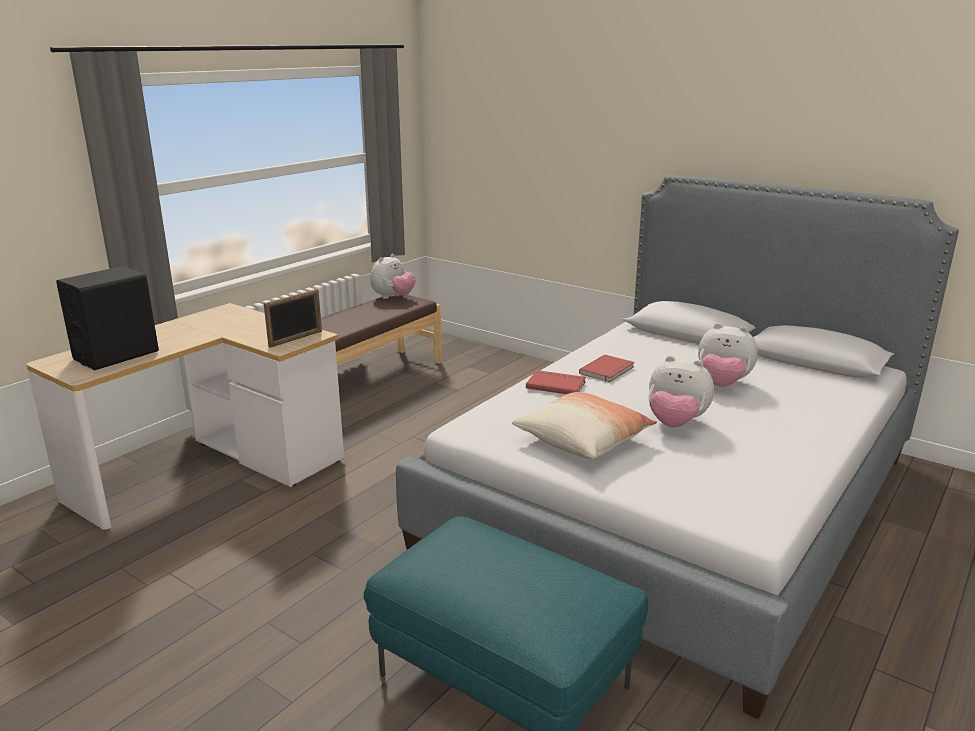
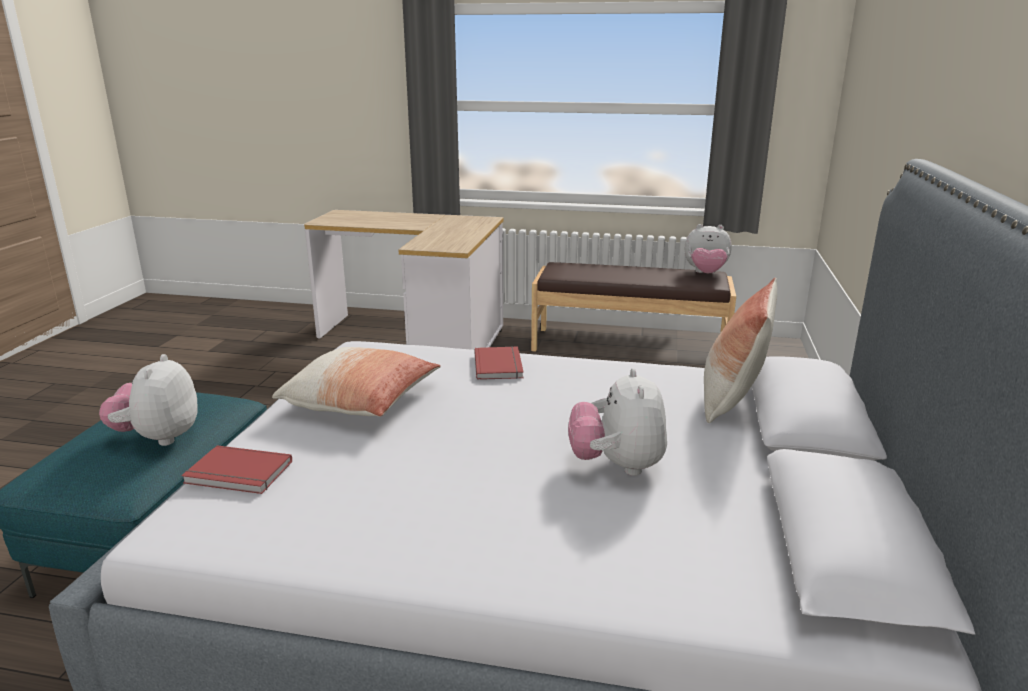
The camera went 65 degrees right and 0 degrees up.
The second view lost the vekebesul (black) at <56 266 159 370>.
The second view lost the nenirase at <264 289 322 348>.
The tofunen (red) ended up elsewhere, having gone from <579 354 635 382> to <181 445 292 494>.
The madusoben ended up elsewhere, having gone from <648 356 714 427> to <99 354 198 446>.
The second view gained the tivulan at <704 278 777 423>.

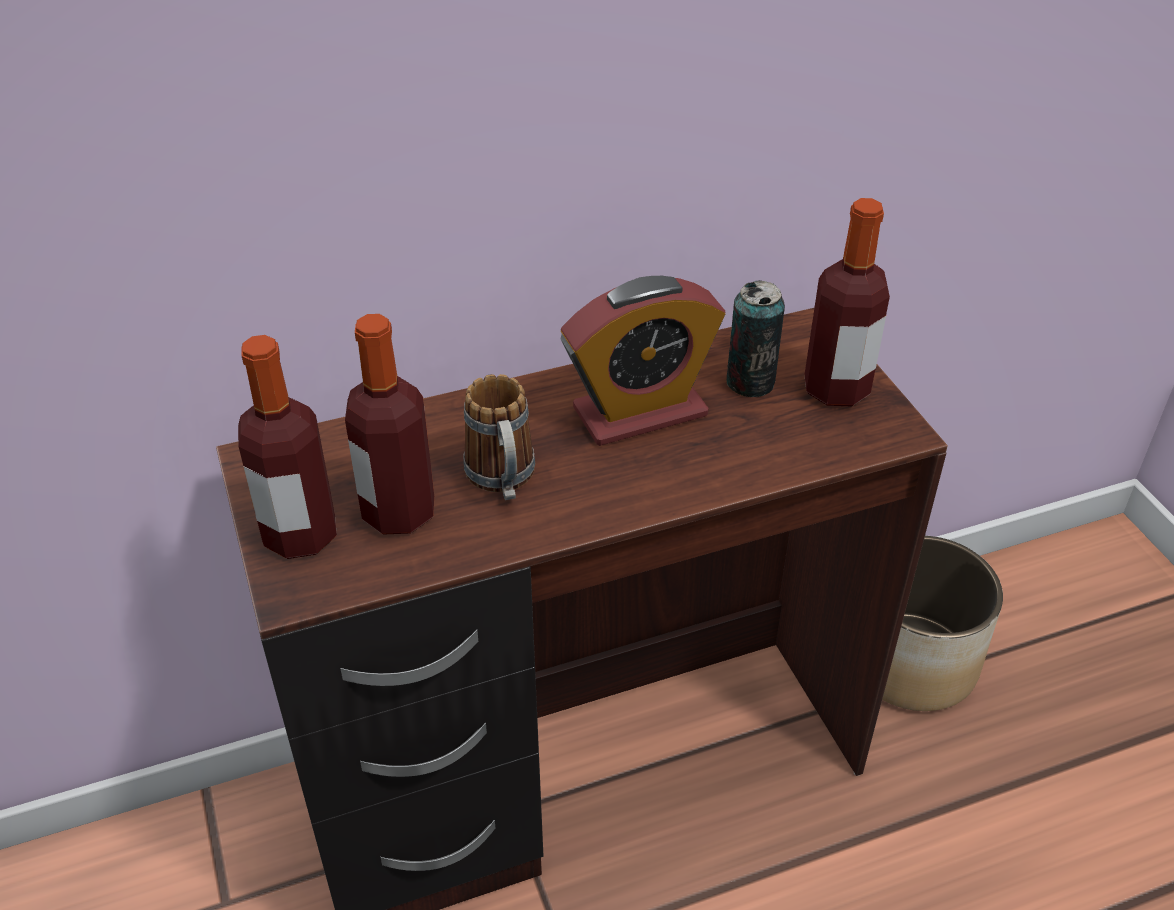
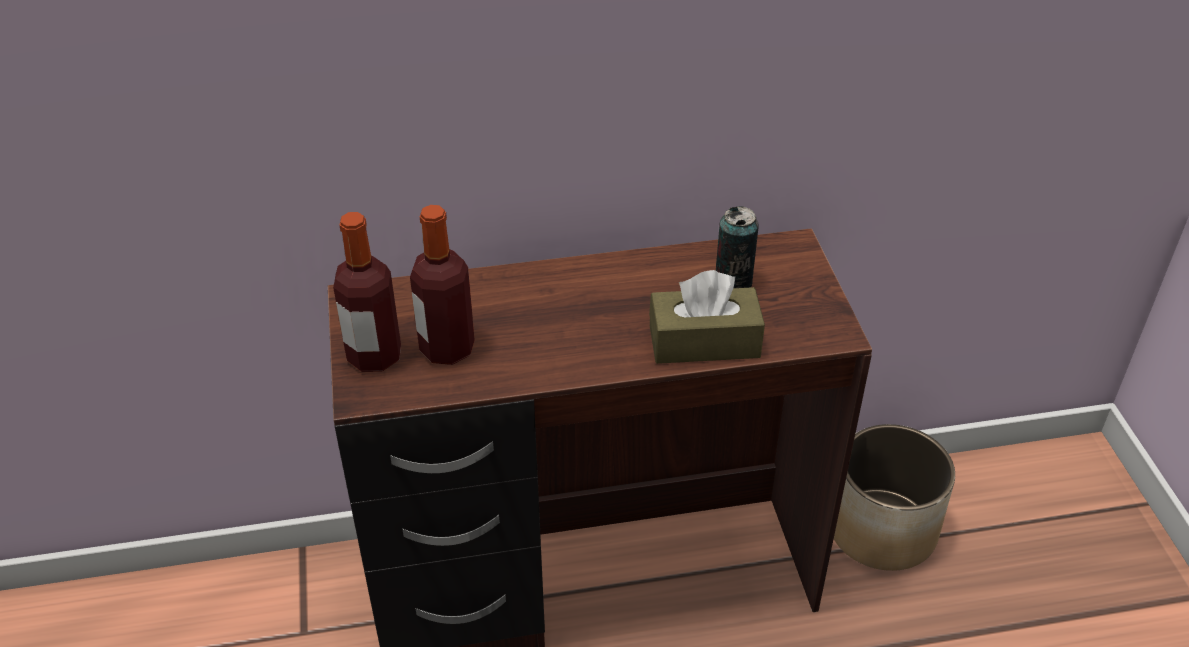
The camera went 10 degrees right and 0 degrees up.
The second view lost the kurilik at <805 198 890 406>.
The second view lost the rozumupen at <560 276 726 446>.
The second view lost the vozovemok at <463 374 535 500>.
The second view gained the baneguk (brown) at <649 270 765 364>.

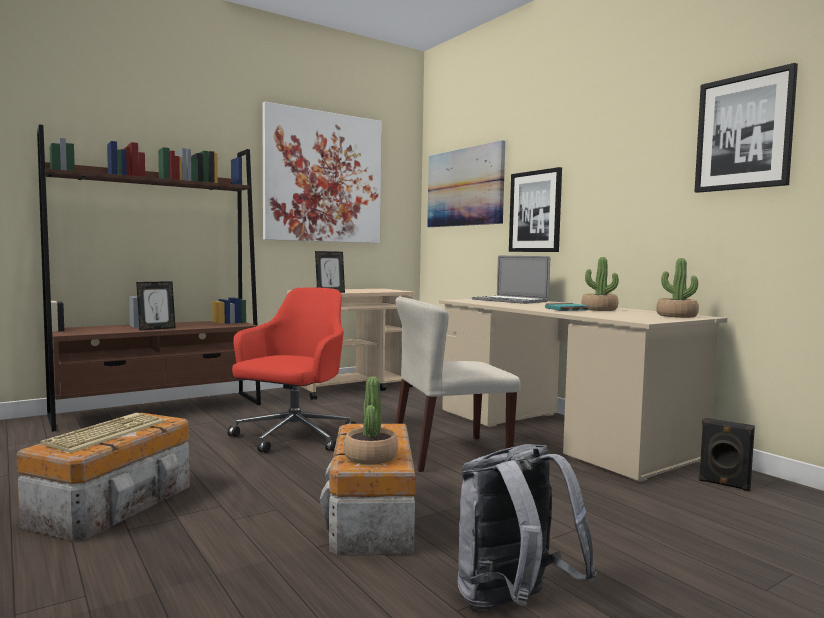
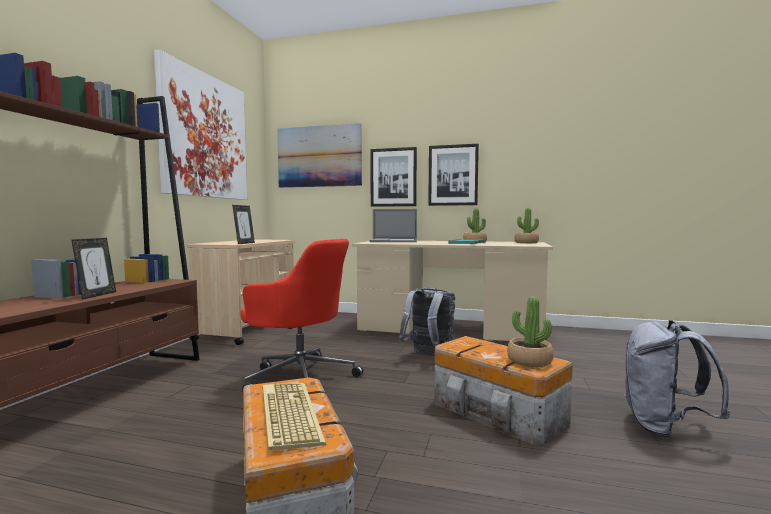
The camera went 40 degrees left and 0 degrees up.
The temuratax ended up elsewhere, having gone from <695 63 798 193> to <428 144 479 206>.
The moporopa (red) at <227 287 356 453> ended up facing another way, 135 degrees clockwise from before.
Where the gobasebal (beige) stood at <396 297 521 472>, the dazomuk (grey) came to stand at <399 286 455 356>.
The second view lost the vekebesul (black) at <699 418 755 491>.

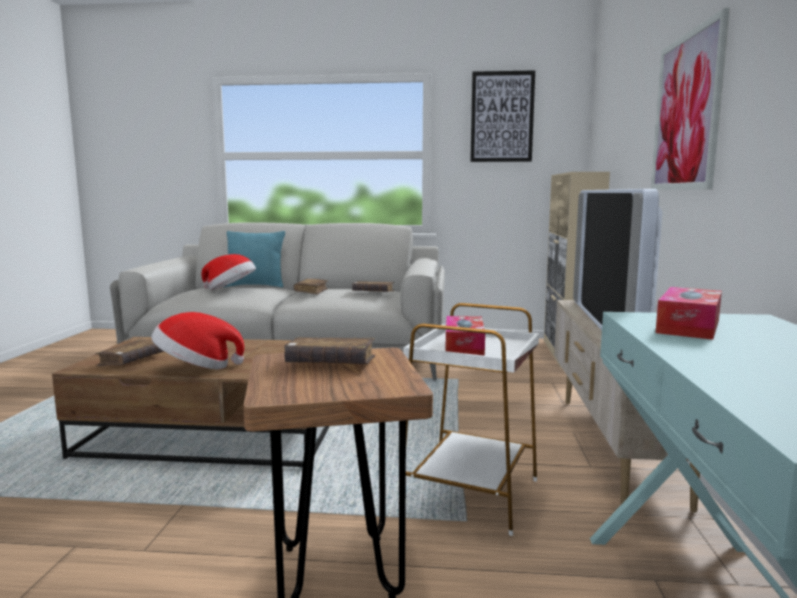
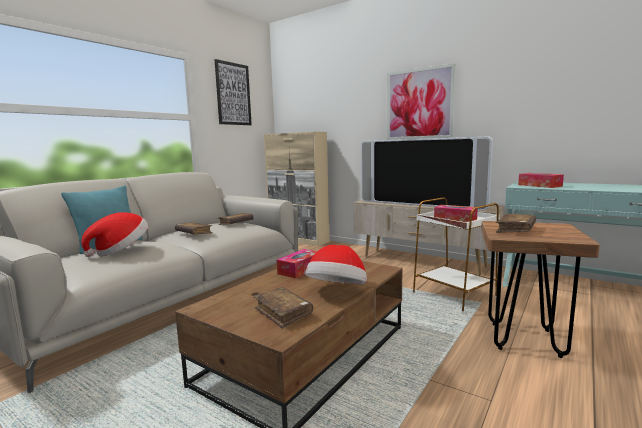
The camera went 60 degrees left and 0 degrees up.
The second view gained the baneguk at <277 249 317 279>.

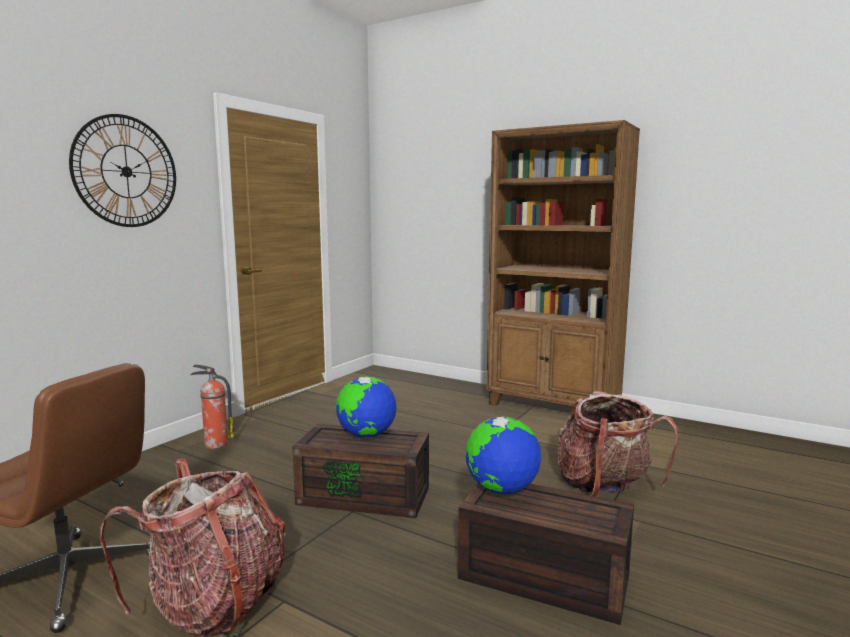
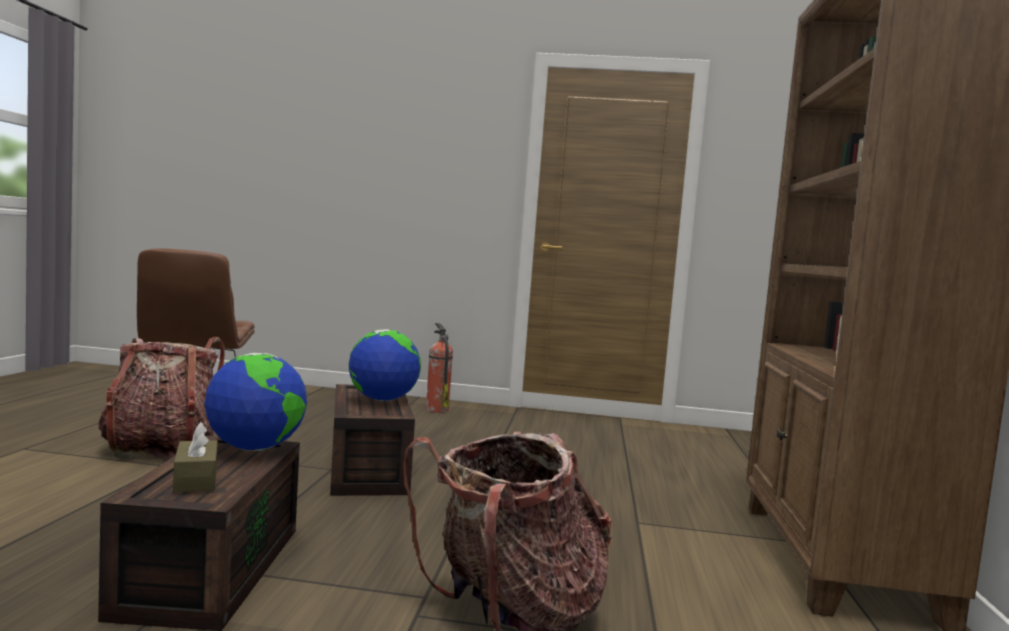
The camera went 65 degrees right and 5 degrees down.
The second view lost the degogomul at <69 114 176 227>.
The second view gained the baneguk (brown) at <173 422 218 493>.

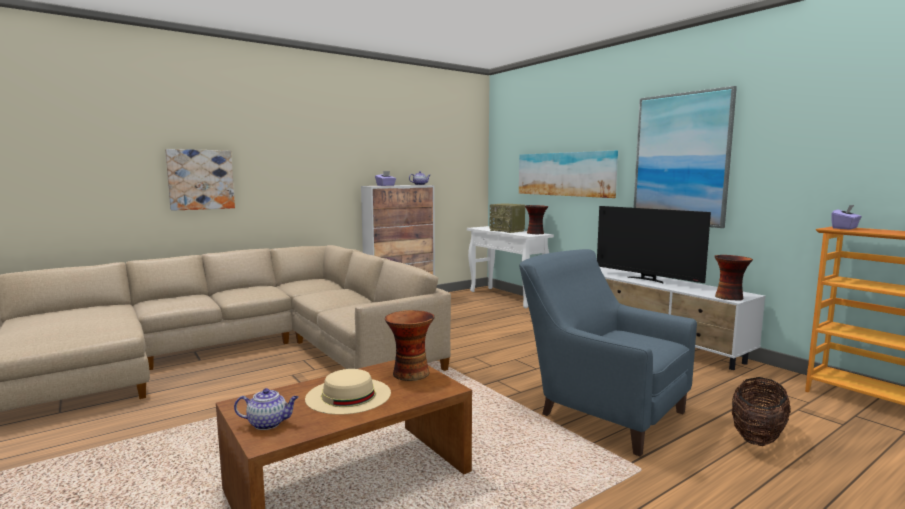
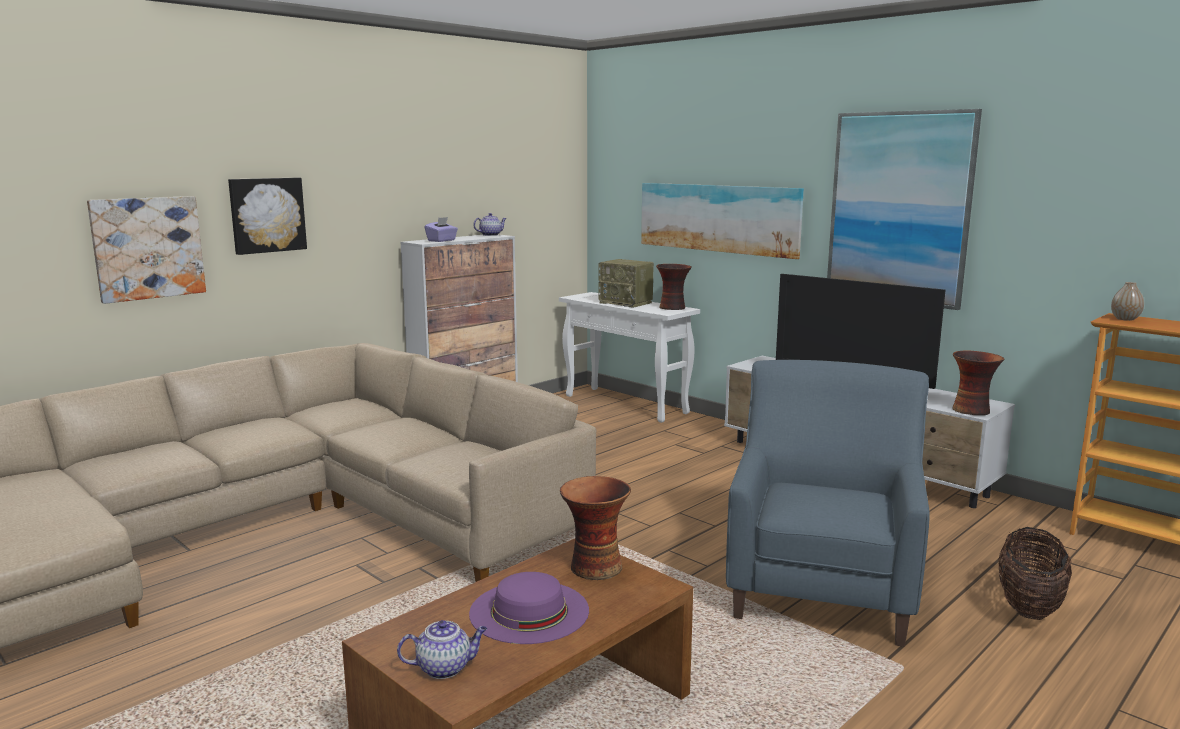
The camera went 10 degrees left and 5 degrees up.
Where the baneguk (purple) stood at <831 205 862 230>, the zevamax came to stand at <1111 282 1144 321>.
The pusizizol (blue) at <520 249 697 457> ended up facing another way, 75 degrees clockwise from before.
What was the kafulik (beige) at <305 369 391 415> turned into the kafulik (purple) at <469 572 589 644>.
The second view gained the temuratax at <228 178 307 255>.

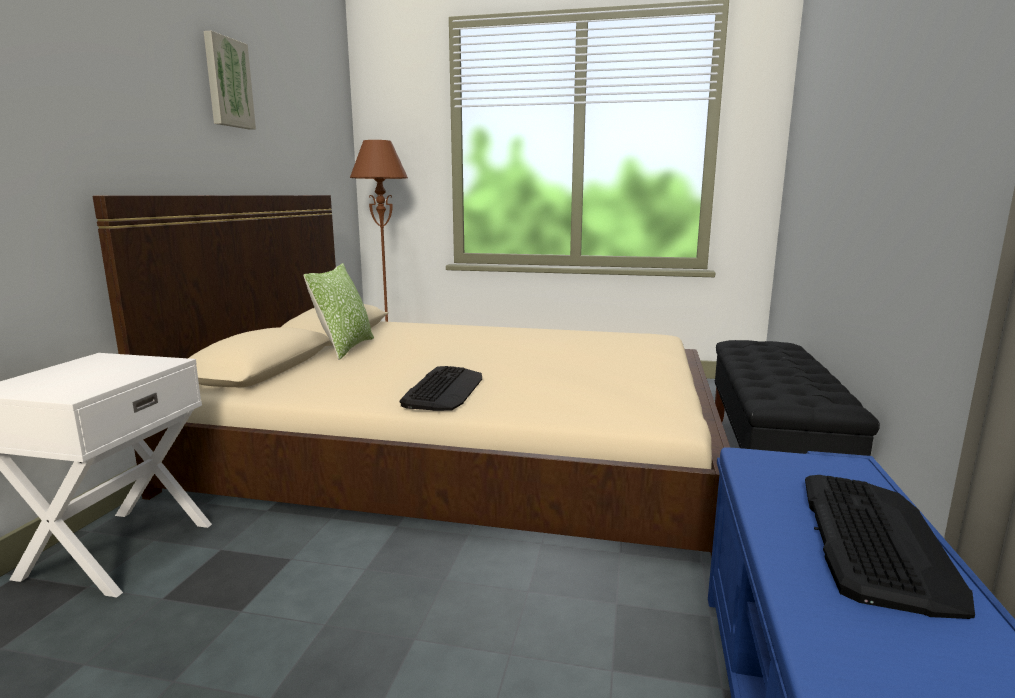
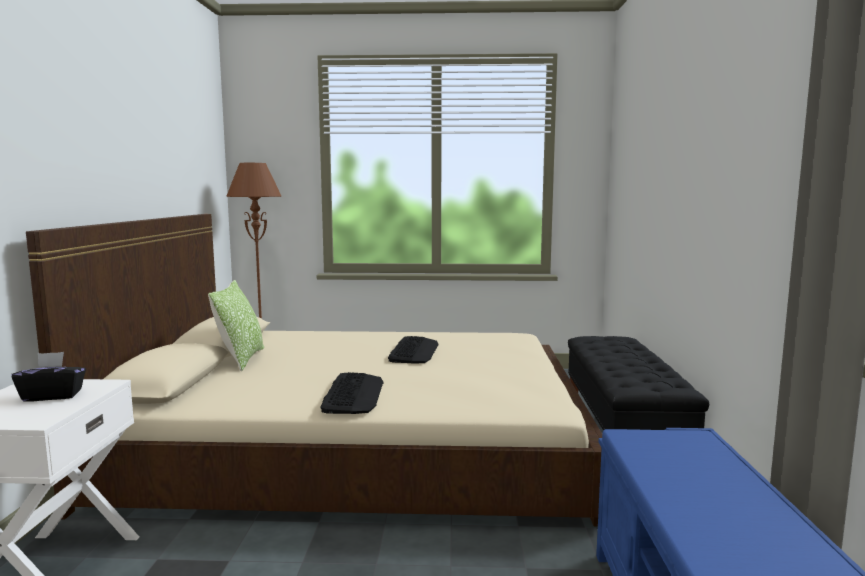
The camera went 10 degrees left and 5 degrees down.
The second view lost the temuratax at <204 31 256 130>.
The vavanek ended up elsewhere, having gone from <805 475 975 619> to <388 336 439 364>.
The second view gained the baneguk (black) at <12 352 86 402>.

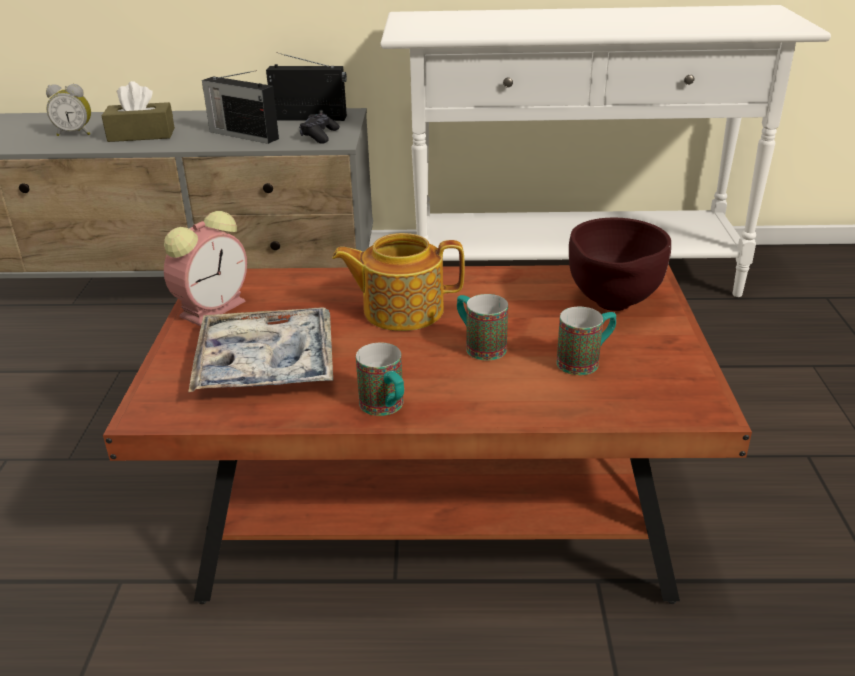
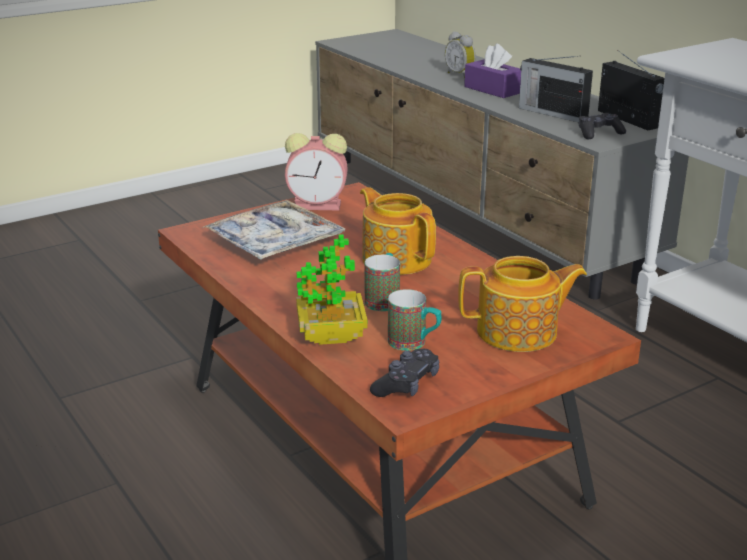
The camera went 55 degrees right and 5 degrees down.
The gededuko at <202 70 279 144> ended up facing another way, 45 degrees counterclockwise from before.
What was the baneguk (brown) at <102 81 175 142> turned into the baneguk (purple) at <464 43 521 98>.
Where the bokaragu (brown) stood at <569 217 671 311>, the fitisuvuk came to stand at <458 256 587 352>.
The second view lost the vozovemok at <356 343 404 416>.
The second view gained the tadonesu at <296 234 367 345>.
The second view gained the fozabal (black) at <370 349 439 397>.

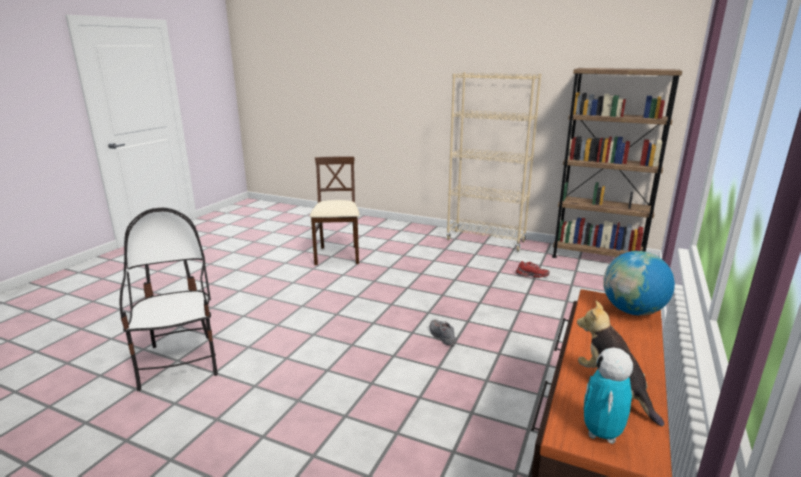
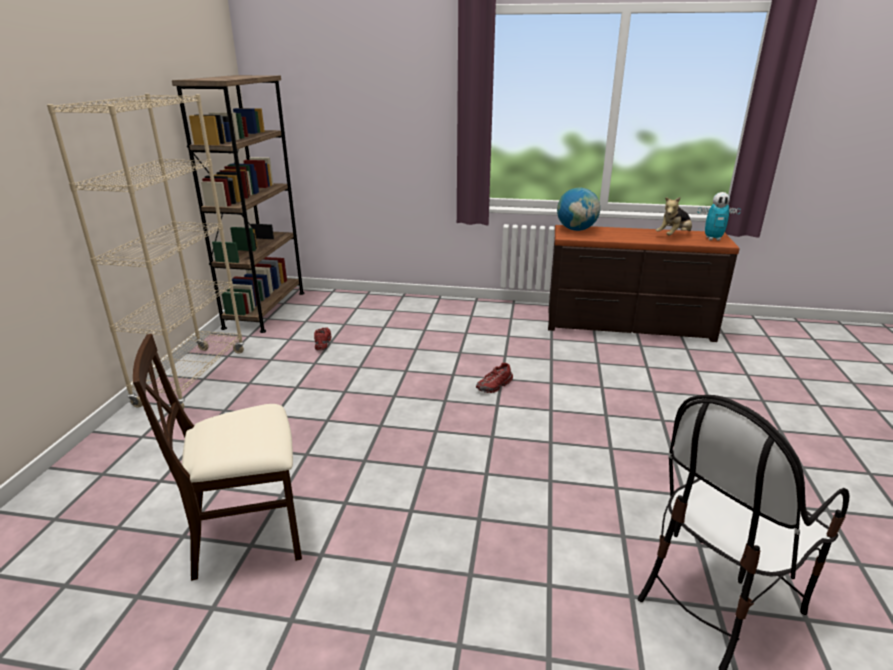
The camera went 105 degrees left and 5 degrees up.
What was the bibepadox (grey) at <430 320 456 345> turned into the bibepadox (red) at <476 363 513 393>.

